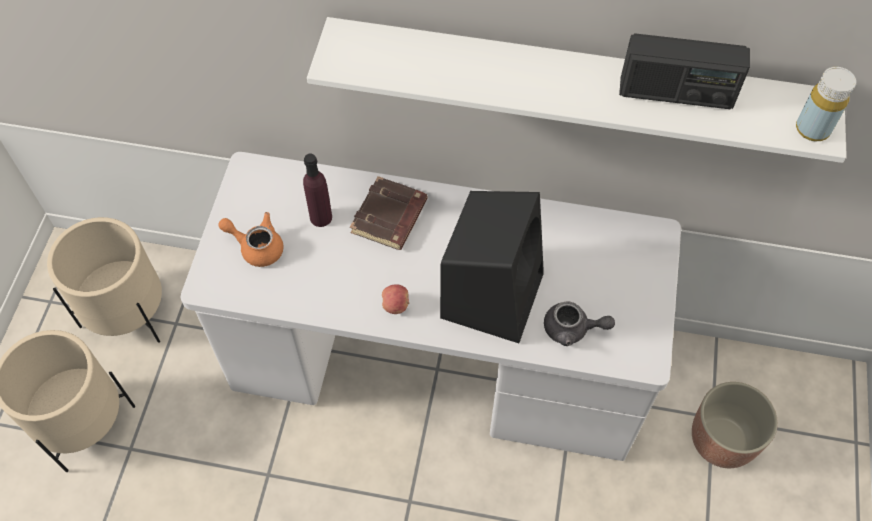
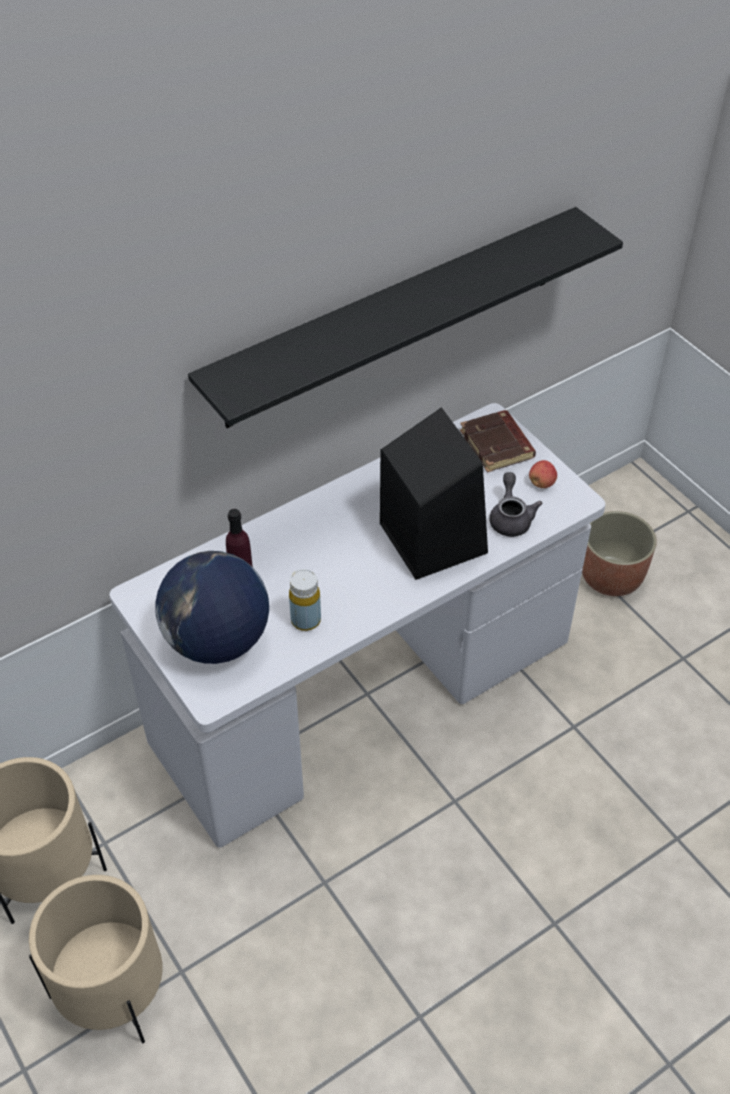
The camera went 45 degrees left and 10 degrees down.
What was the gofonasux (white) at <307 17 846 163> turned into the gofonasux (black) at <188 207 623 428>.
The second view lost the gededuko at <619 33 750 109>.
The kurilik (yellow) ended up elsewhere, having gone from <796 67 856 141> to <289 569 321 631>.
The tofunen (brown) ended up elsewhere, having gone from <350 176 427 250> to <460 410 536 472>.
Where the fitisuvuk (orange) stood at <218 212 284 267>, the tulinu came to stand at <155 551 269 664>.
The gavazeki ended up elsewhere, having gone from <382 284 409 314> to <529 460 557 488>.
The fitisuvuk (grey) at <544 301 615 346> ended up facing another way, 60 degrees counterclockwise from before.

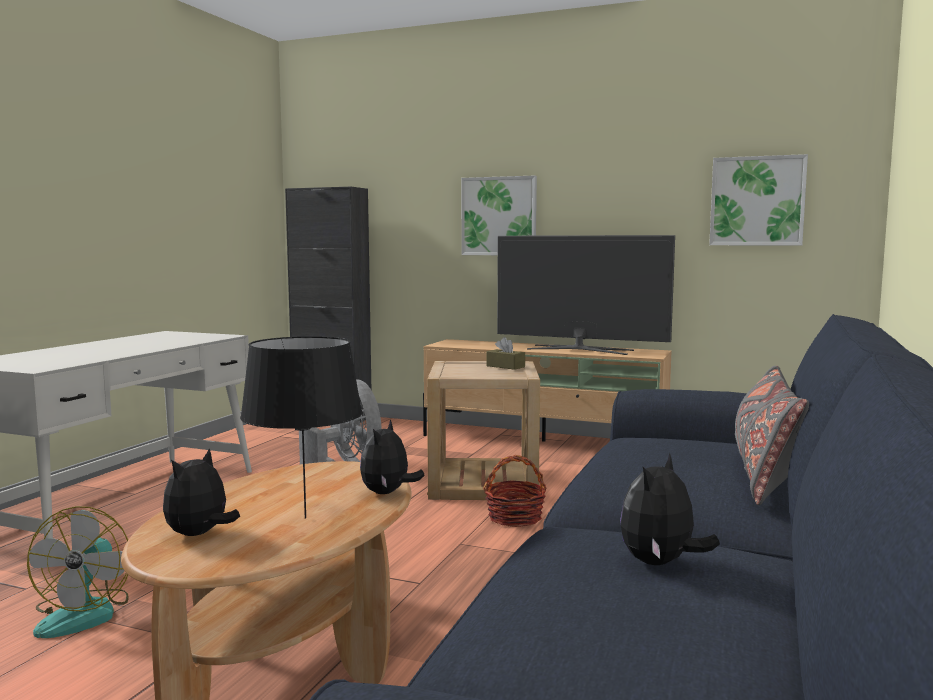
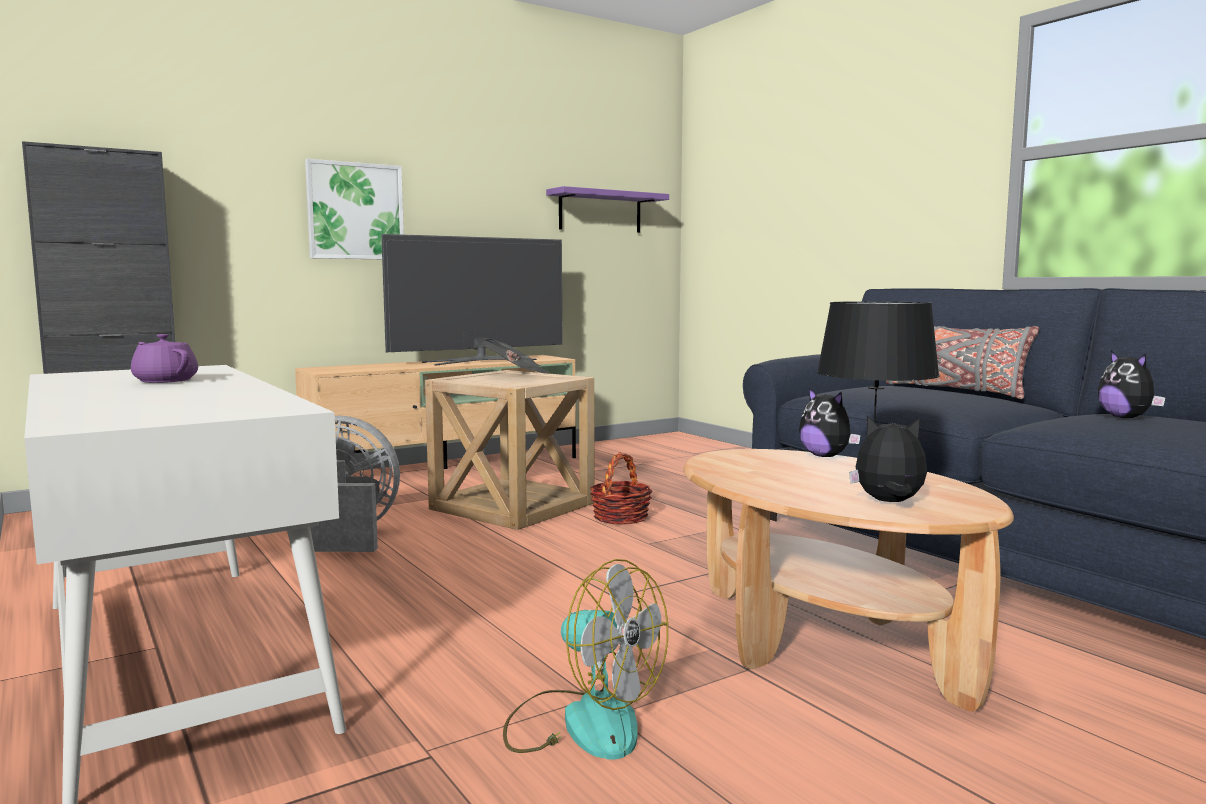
The camera went 55 degrees left and 0 degrees up.
Where the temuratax hung at <709 154 808 245>, the gofonasux (purple) came to hang at <546 186 669 233>.
Where the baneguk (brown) stood at <487 337 525 370>, the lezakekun came to stand at <481 338 549 373>.
The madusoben at <163 448 240 536> ended up facing another way, 135 degrees clockwise from before.
The second view gained the fitisuvuk (purple) at <131 334 198 383>.

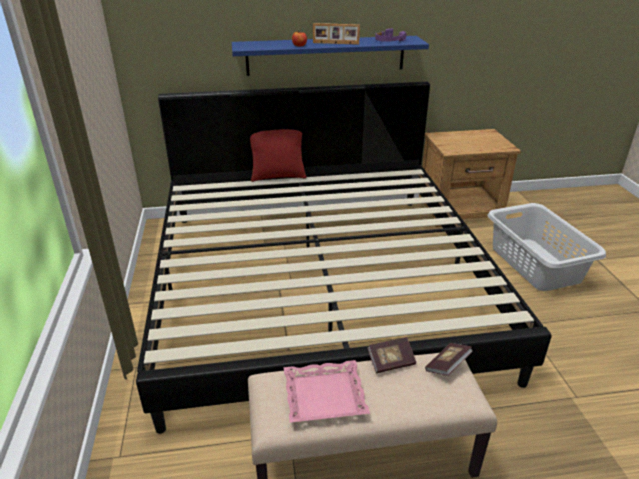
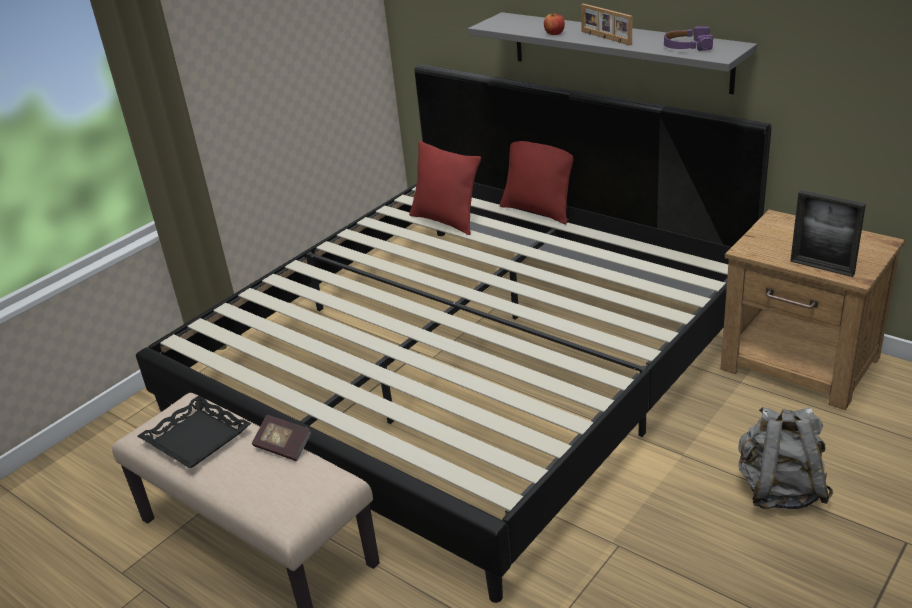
The camera went 50 degrees right and 0 degrees up.
What was the gofonasux (blue) at <232 36 429 76> turned into the gofonasux (grey) at <468 12 757 94>.
Where the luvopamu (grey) stood at <487 203 606 291>, the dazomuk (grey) came to stand at <738 407 833 509>.
The second view lost the tofunen at <425 343 473 375>.
What was the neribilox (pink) at <284 360 370 423> turned into the neribilox (black) at <137 396 251 468>.
The second view gained the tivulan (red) at <409 141 481 235>.
The second view gained the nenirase at <790 190 866 277>.

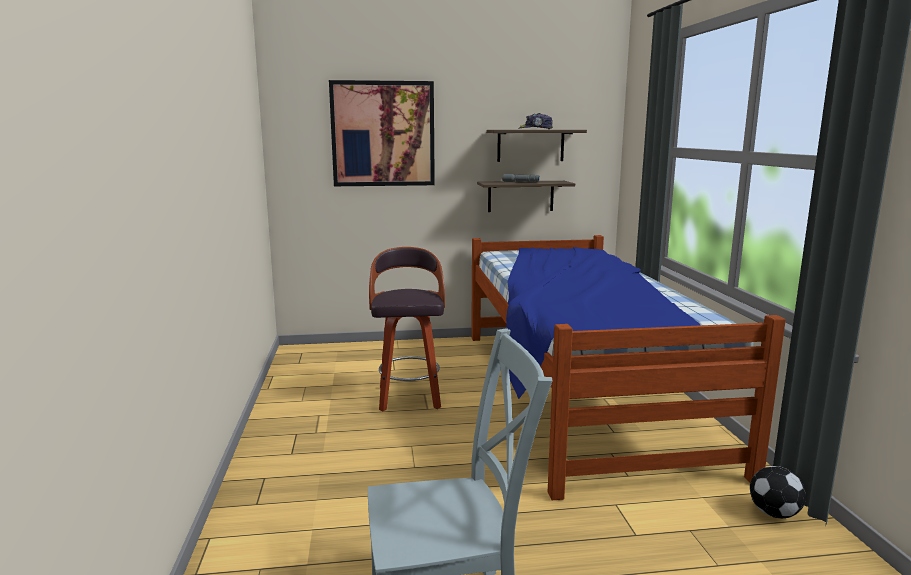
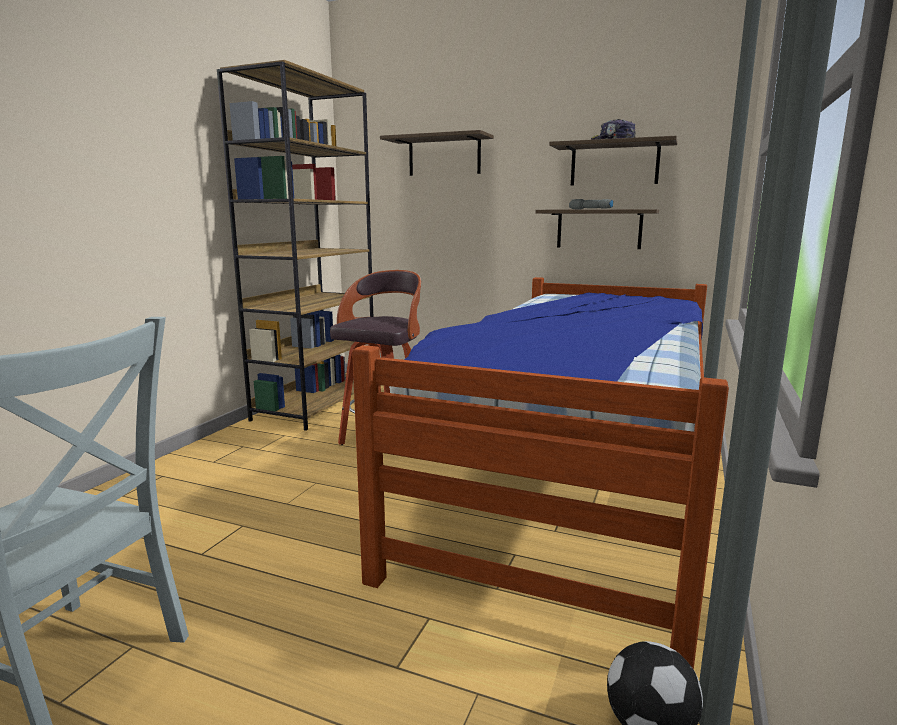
The camera went 30 degrees right and 0 degrees up.
Where the temuratax hung at <329 80 435 186>, the gofonasux came to hang at <380 130 494 176>.
The second view gained the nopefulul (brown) at <217 60 373 431>.

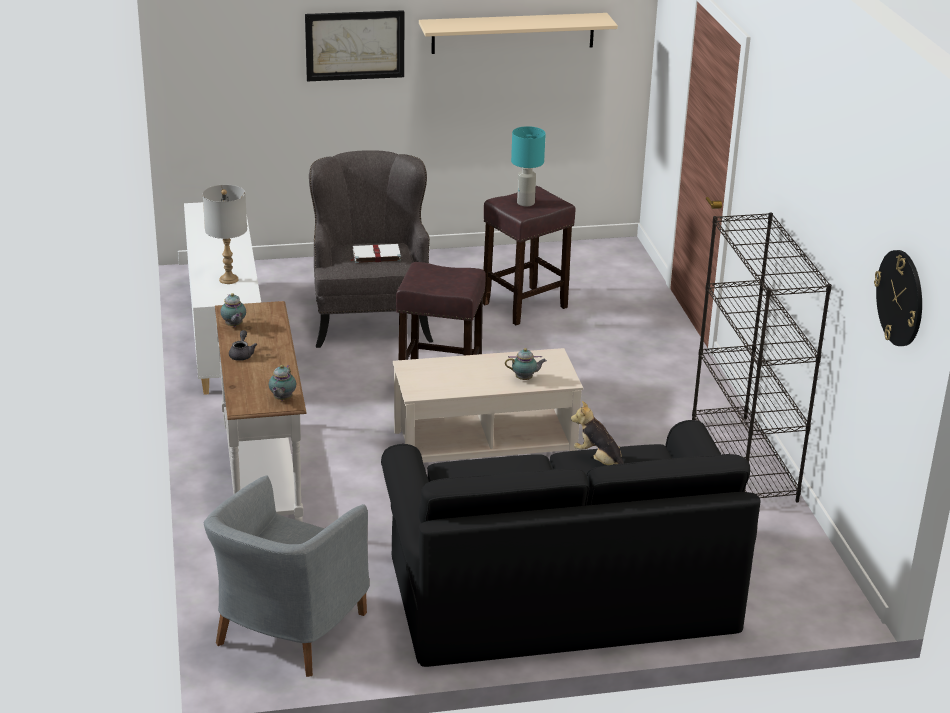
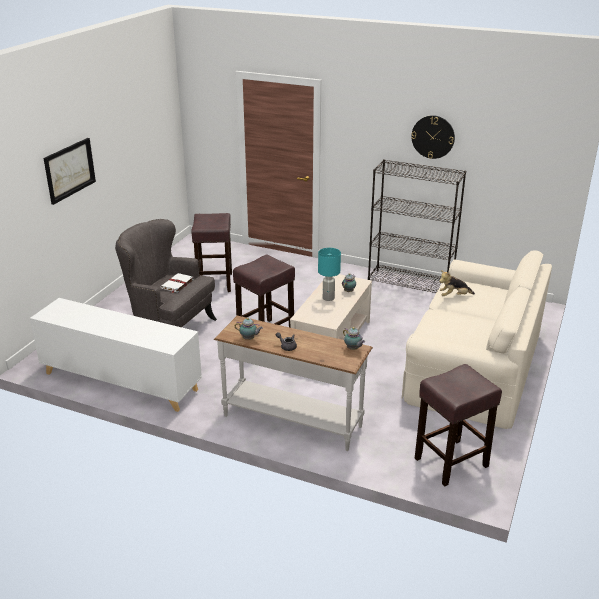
The camera went 55 degrees left and 0 degrees up.
The second view lost the gofonasux (beige) at <419 13 618 54>.
The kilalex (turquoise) ended up elsewhere, having gone from <511 126 546 207> to <318 248 341 301>.
The second view lost the kilalex (grey) at <203 185 247 284>.
The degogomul ended up elsewhere, having gone from <874 250 922 346> to <411 115 455 159>.
What was the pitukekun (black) at <381 420 761 667> turned into the pitukekun (beige) at <402 250 552 429>.
Where the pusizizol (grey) stood at <204 476 369 677>, the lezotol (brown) came to stand at <415 364 502 486>.

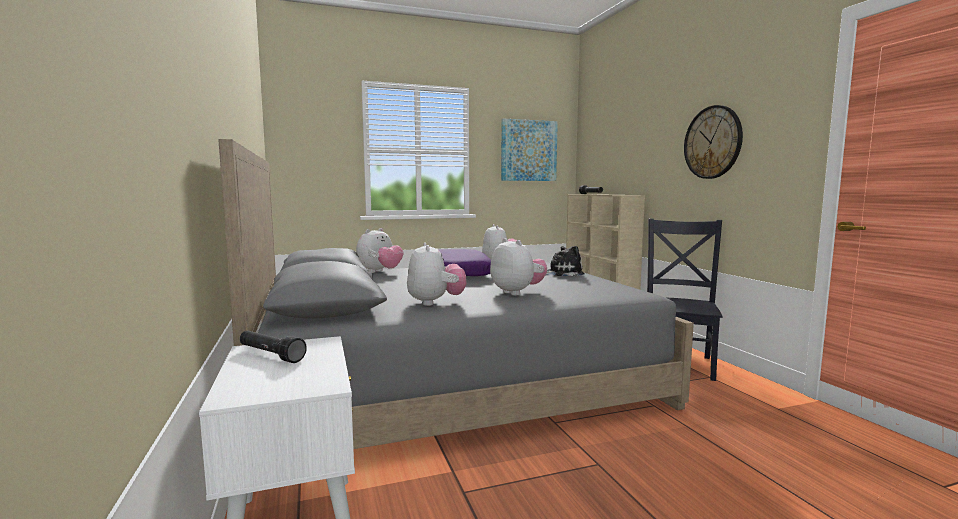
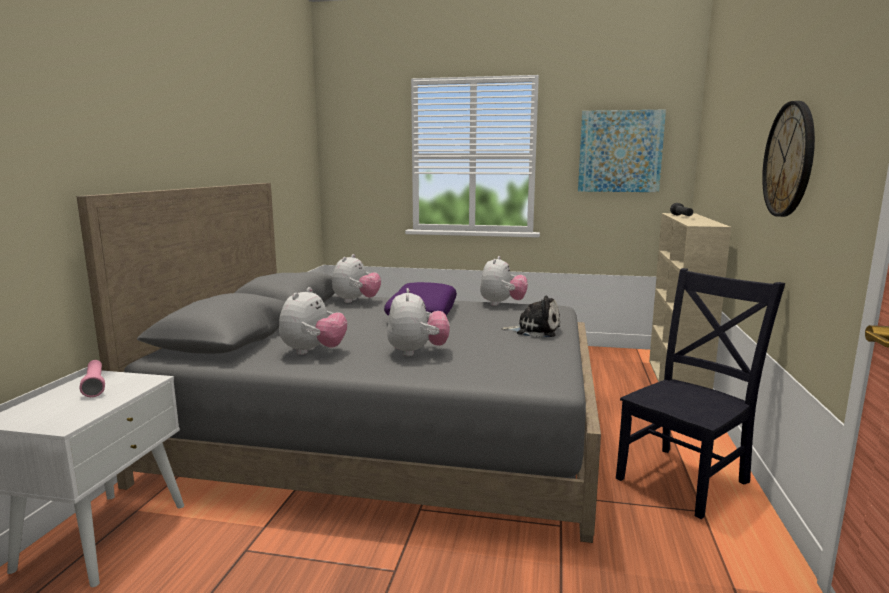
The camera went 30 degrees right and 5 degrees up.
The madusoben at <356 228 403 273> ended up facing another way, 45 degrees counterclockwise from before.
What was the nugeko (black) at <240 331 307 363> turned into the nugeko (pink) at <79 360 105 397>.

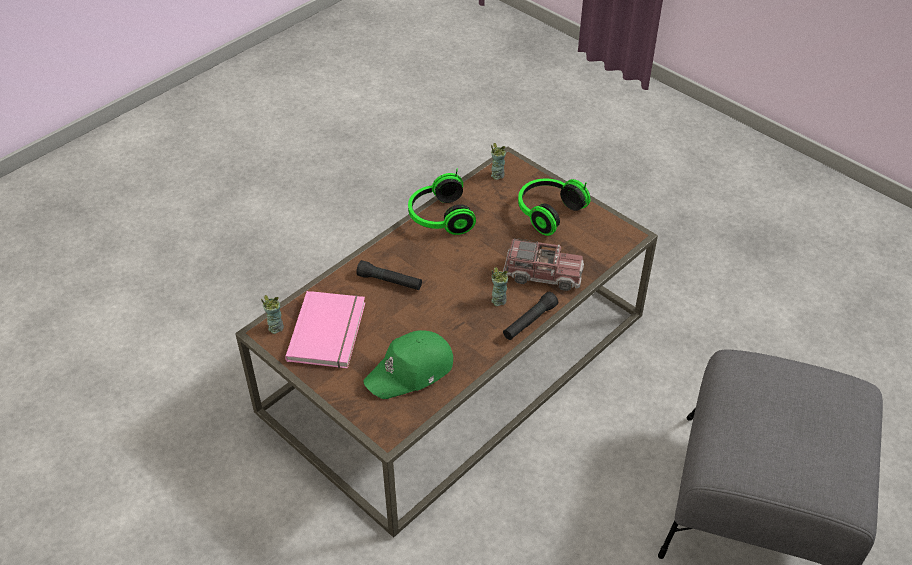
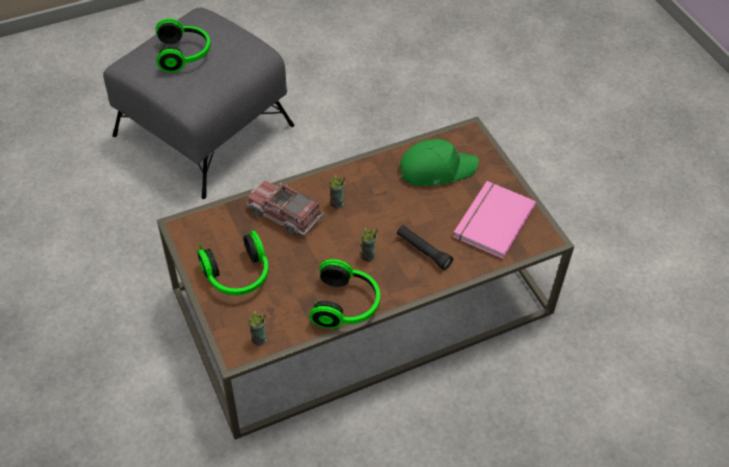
The camera went 160 degrees left and 5 degrees up.
The second view lost the nugeko (black) at <503 292 558 340>.
The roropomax ended up elsewhere, having gone from <261 295 284 334> to <361 228 378 262>.
The second view gained the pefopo at <155 18 211 72>.

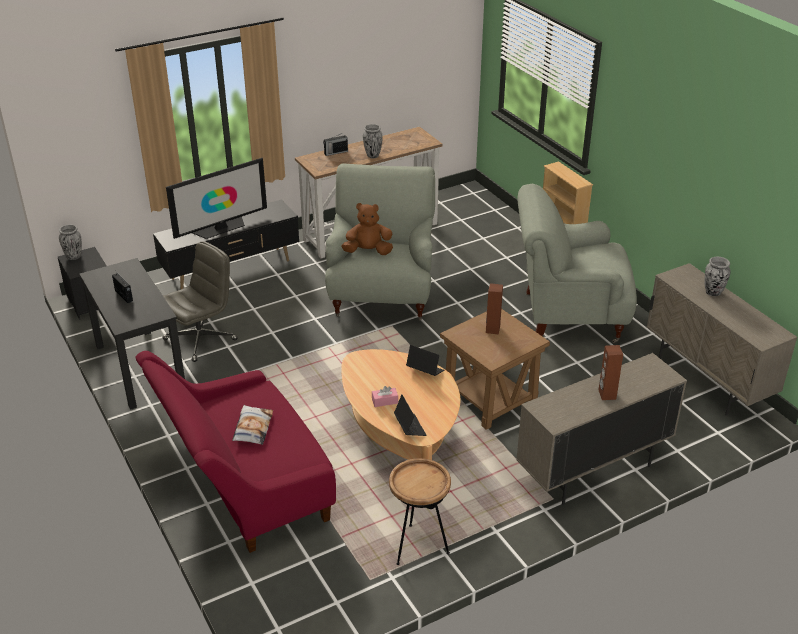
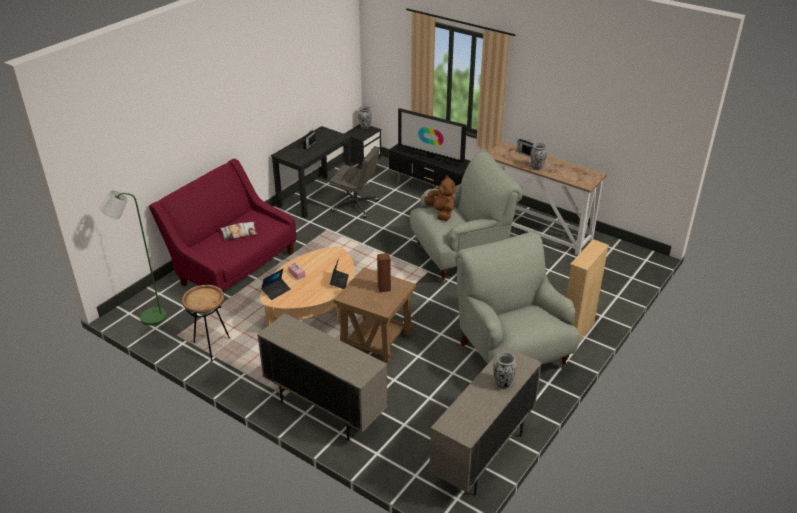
The camera went 65 degrees right and 0 degrees up.
The second view lost the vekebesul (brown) at <598 345 623 400>.
The second view gained the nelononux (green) at <99 190 167 325>.

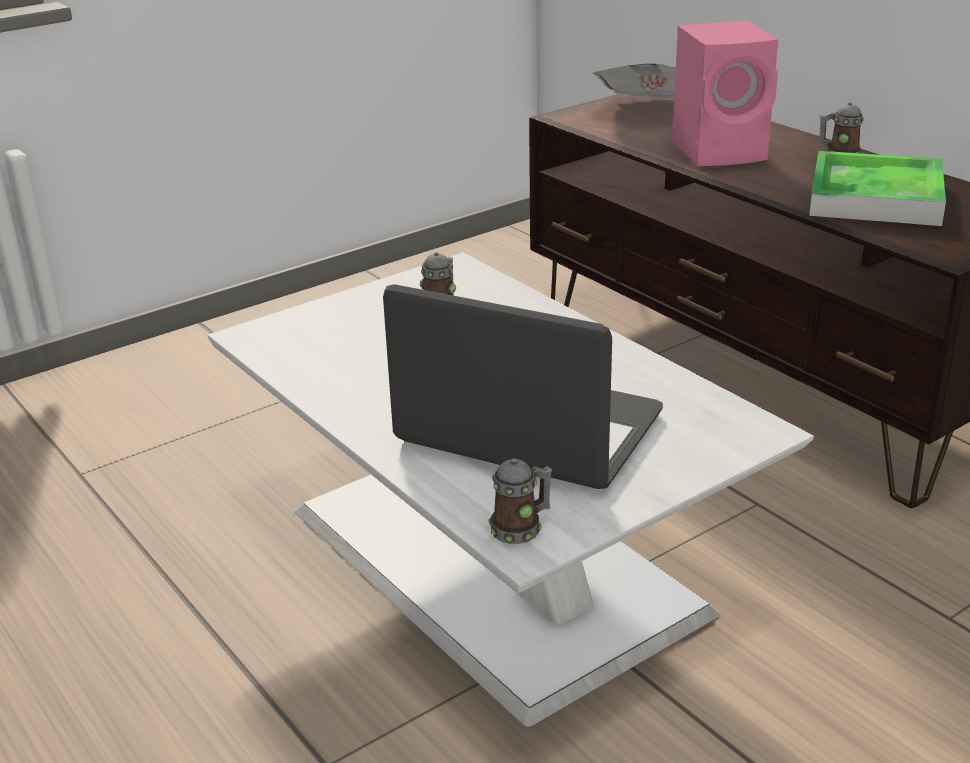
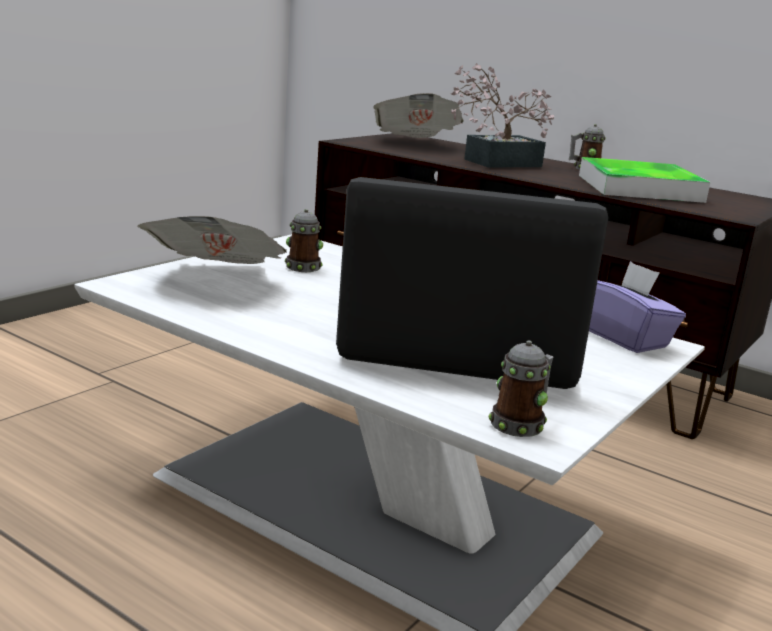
The camera went 20 degrees left and 10 degrees down.
Where the vekebesul (pink) stood at <672 21 778 166>, the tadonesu came to stand at <451 63 554 168>.
The second view gained the lezakekun at <138 216 287 264>.
The second view gained the baneguk (purple) at <589 261 686 353>.

